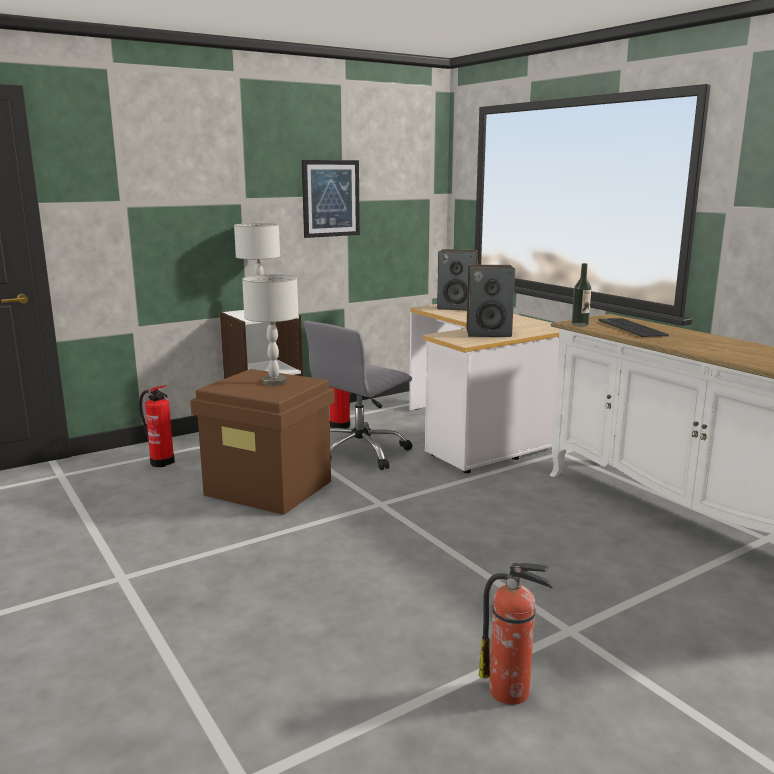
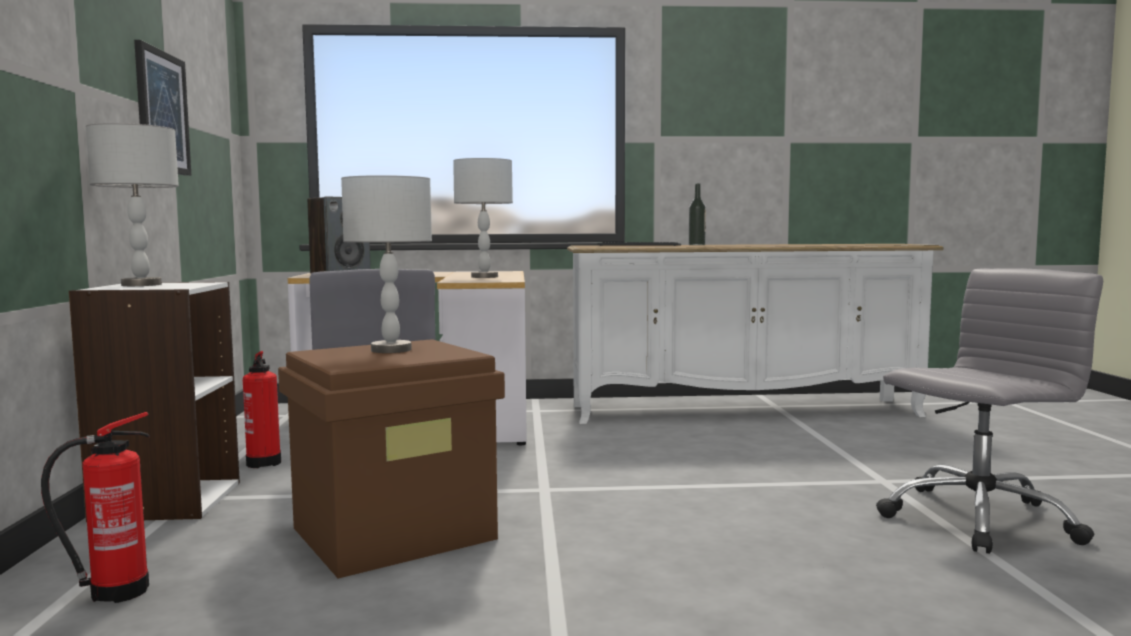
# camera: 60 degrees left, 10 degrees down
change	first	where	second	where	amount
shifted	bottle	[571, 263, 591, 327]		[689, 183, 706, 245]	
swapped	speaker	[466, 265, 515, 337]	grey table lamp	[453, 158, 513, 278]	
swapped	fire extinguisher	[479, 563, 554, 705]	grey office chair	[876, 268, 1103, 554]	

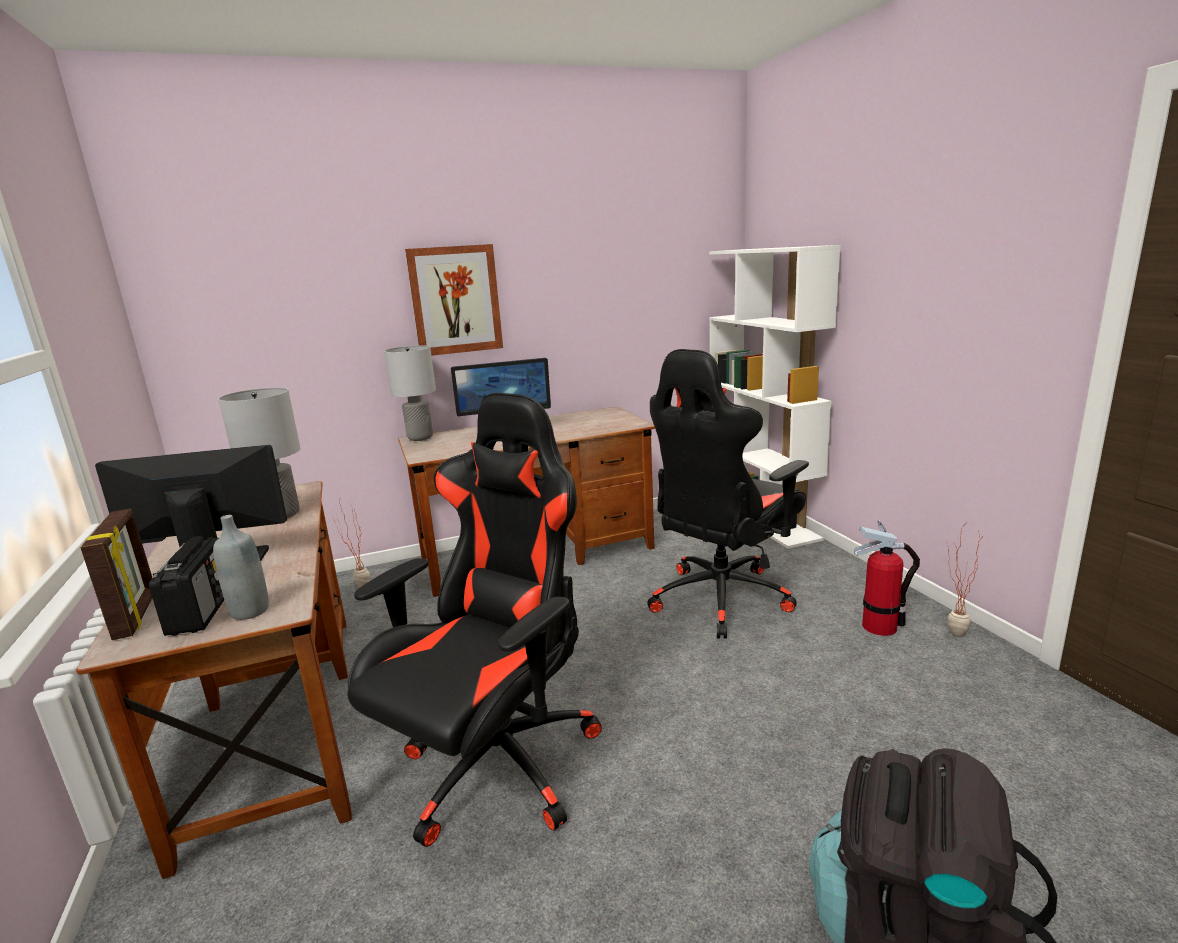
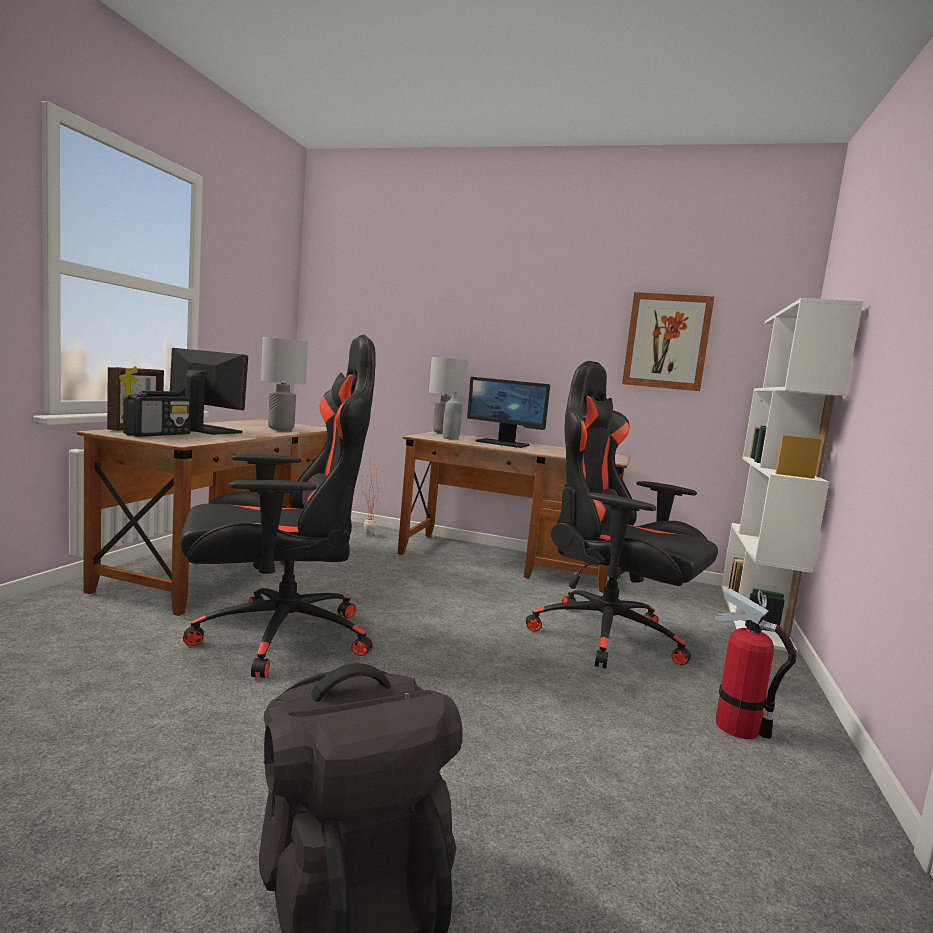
# camera: 35 degrees right, 10 degrees down
change	first	where	second	where	amount
shifted	picture	[405, 244, 503, 356]		[622, 292, 714, 391]	
rotated	black office chair	[647, 349, 809, 639]		[526, 361, 718, 669]	45 degrees clockwise
shifted	grey bottle	[213, 515, 269, 620]		[443, 391, 462, 440]	
gone	potted plant	[946, 527, 980, 637]			

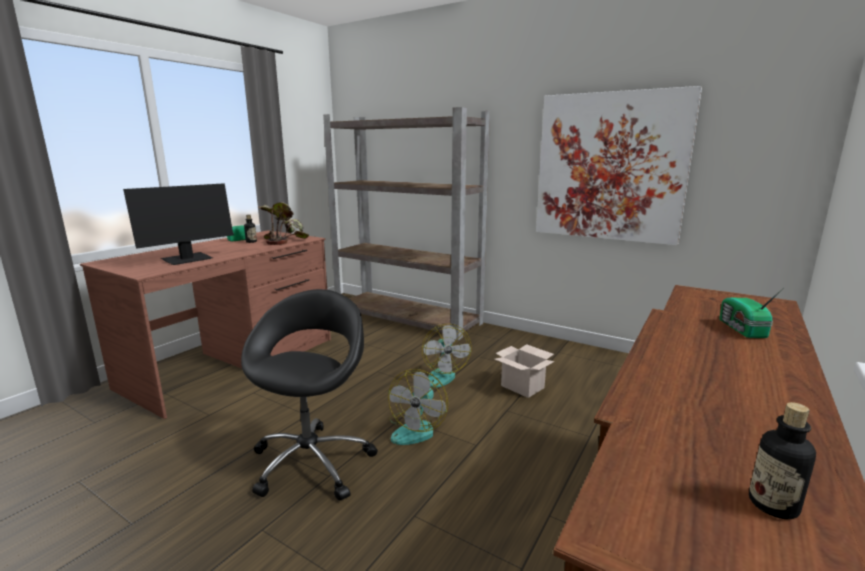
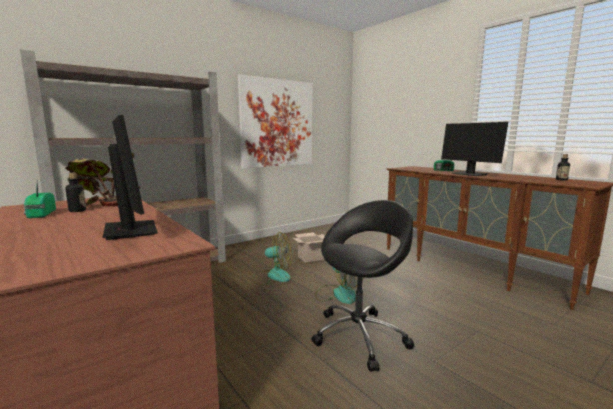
# camera: 70 degrees left, 5 degrees down
change	first	where	second	where	amount
rotated	black office chair	[241, 289, 378, 501]		[311, 200, 414, 371]	105 degrees clockwise
new			monitor	[441, 122, 508, 176]	

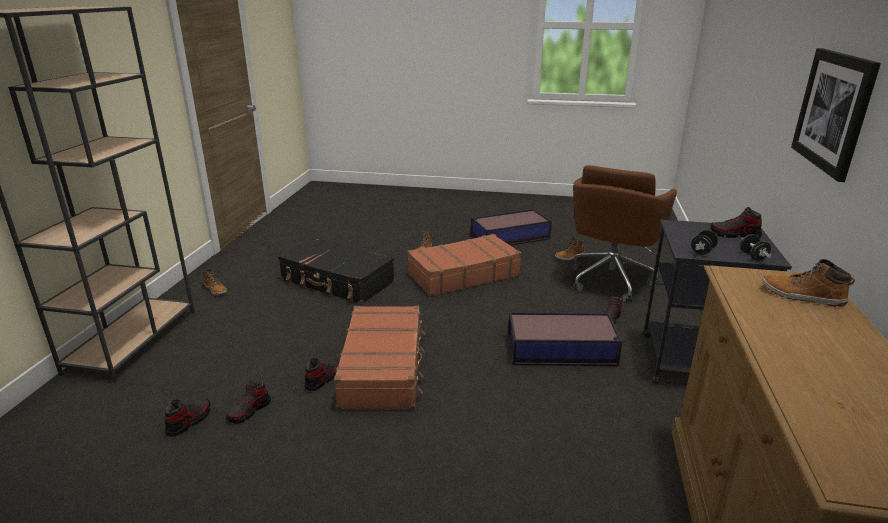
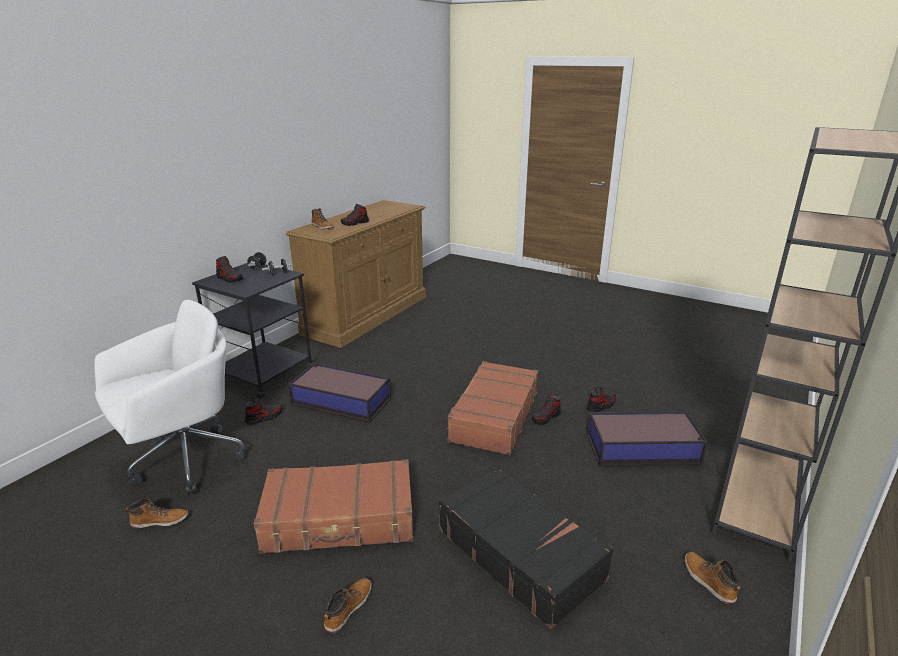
# camera: 160 degrees left, 0 degrees up
change	first	where	second	where	amount
gone	picture	[791, 48, 881, 182]			
repainted	brown office chair	[572, 165, 677, 303]	white office chair	[94, 300, 246, 495]	
shifted	storage box	[471, 209, 552, 246]		[587, 411, 708, 467]	
shifted	shoe	[165, 399, 211, 437]		[341, 204, 369, 226]	

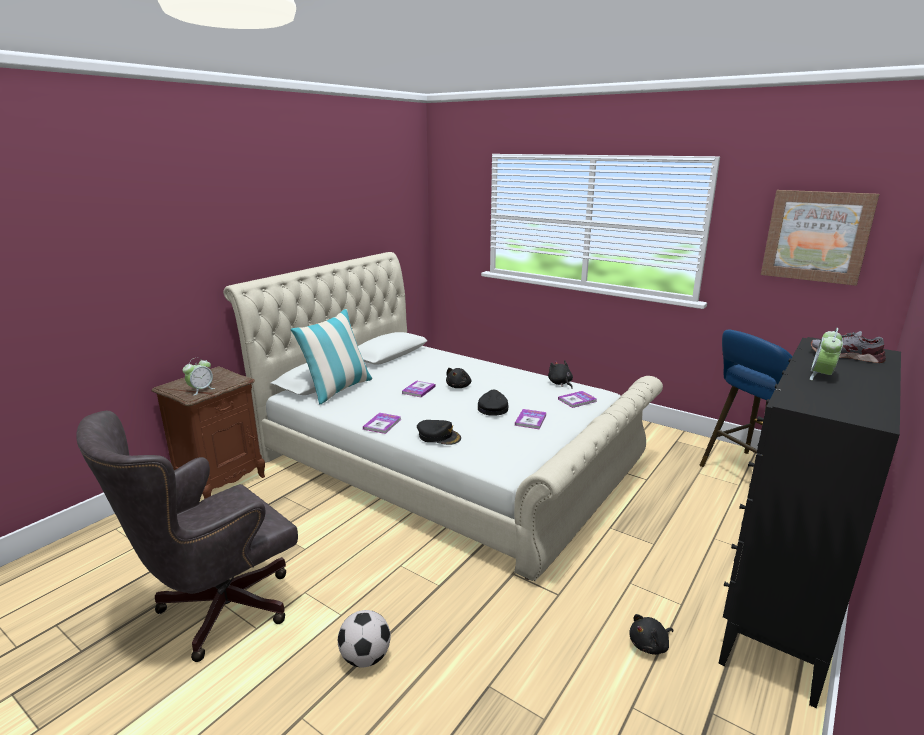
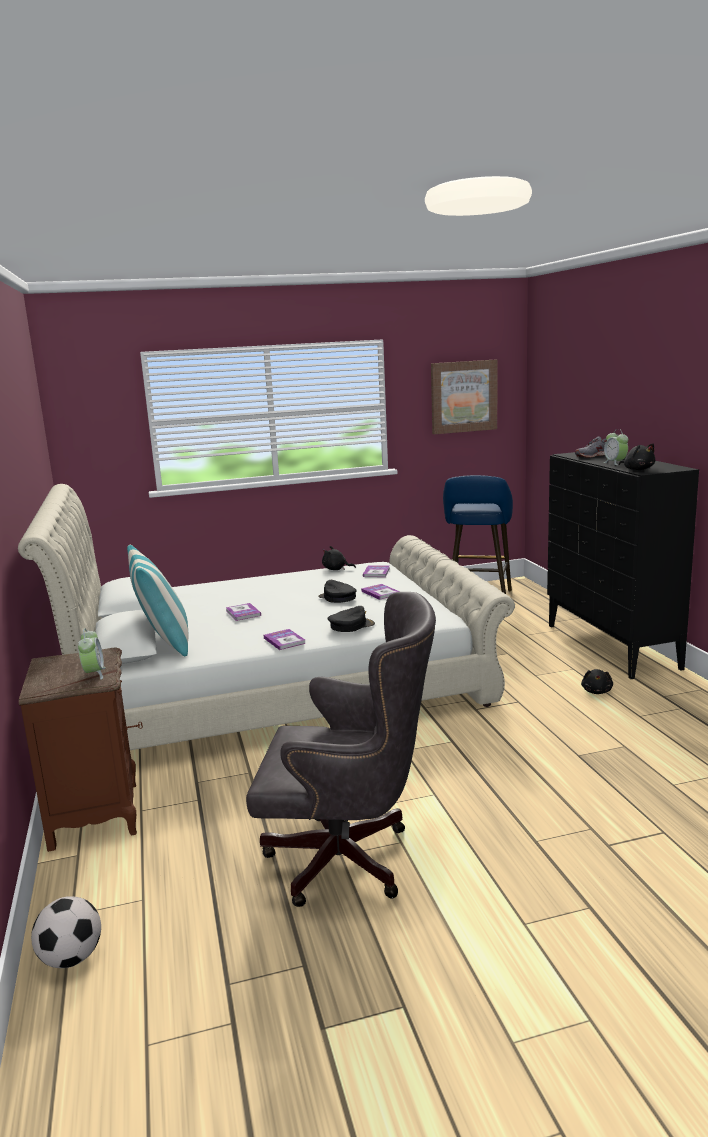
# camera: 50 degrees left, 5 degrees down
change	first	where	second	where	amount
shifted	black plush toy	[446, 368, 471, 388]		[619, 444, 655, 470]	
rotated	grey office chair	[76, 411, 298, 662]		[246, 592, 436, 907]	75 degrees counterclockwise
shifted	football	[338, 610, 391, 667]		[31, 896, 101, 968]	

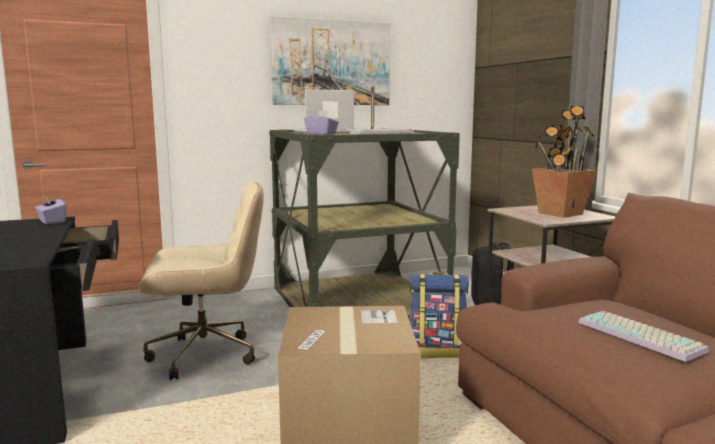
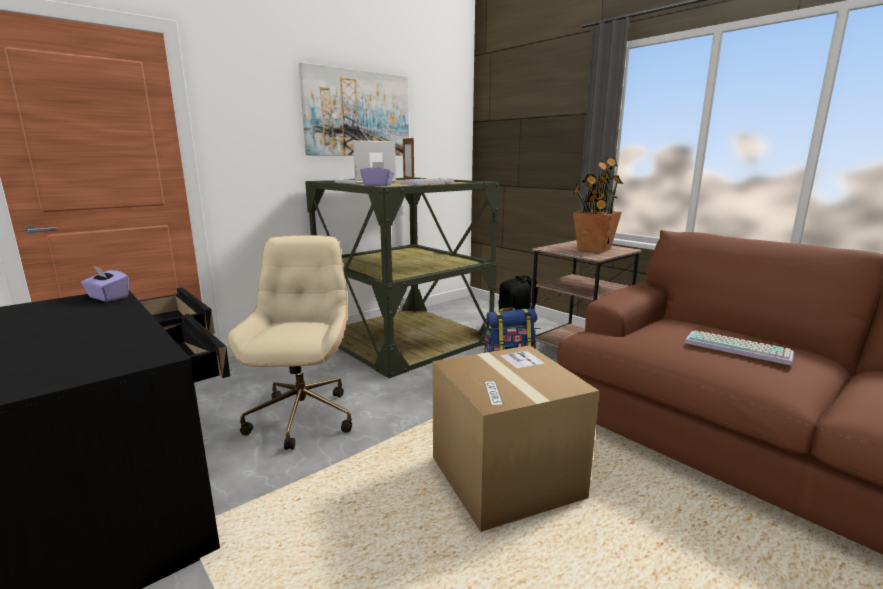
# camera: 20 degrees left, 5 degrees up
change	first	where	second	where	amount
rotated	beige office chair	[139, 182, 264, 380]		[228, 235, 352, 450]	60 degrees counterclockwise

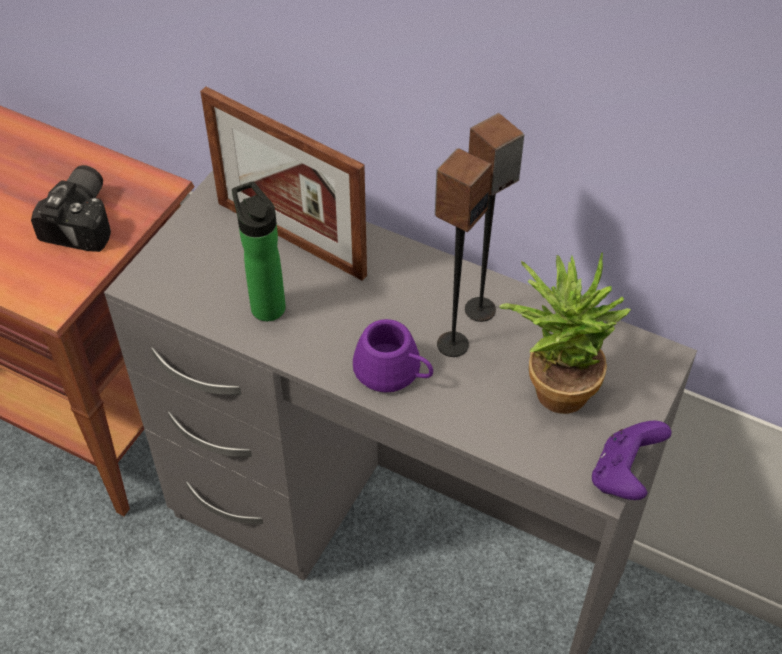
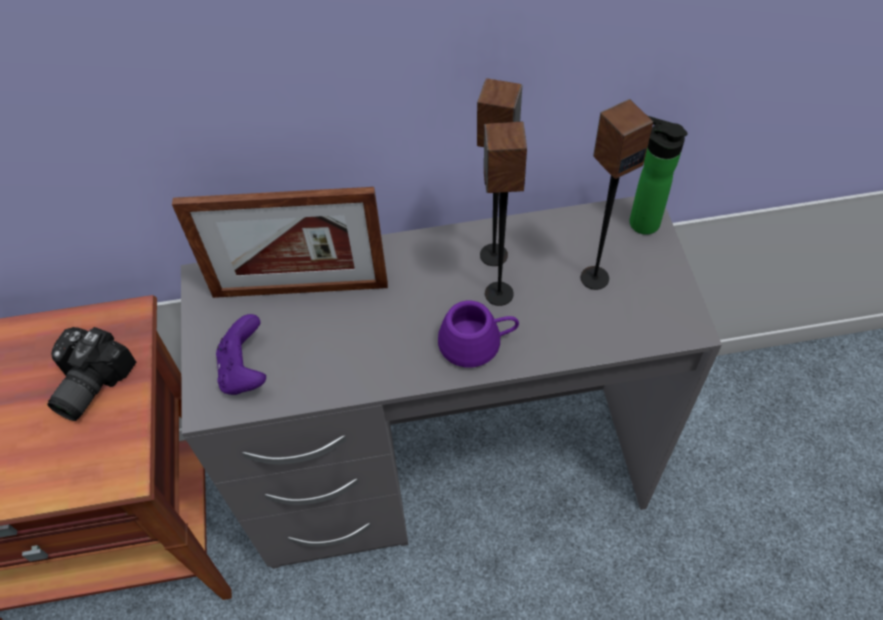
# camera: 35 degrees left, 5 degrees up
change	first	where	second	where	amount
rotated	photo camera	[31, 165, 111, 252]		[47, 327, 136, 421]	135 degrees counterclockwise
shifted	bottle	[232, 182, 286, 321]		[630, 116, 688, 235]	
swapped	potted plant	[499, 252, 631, 414]	speaker	[581, 99, 653, 290]	
shifted	purple game controller	[592, 421, 671, 500]		[216, 314, 266, 395]	

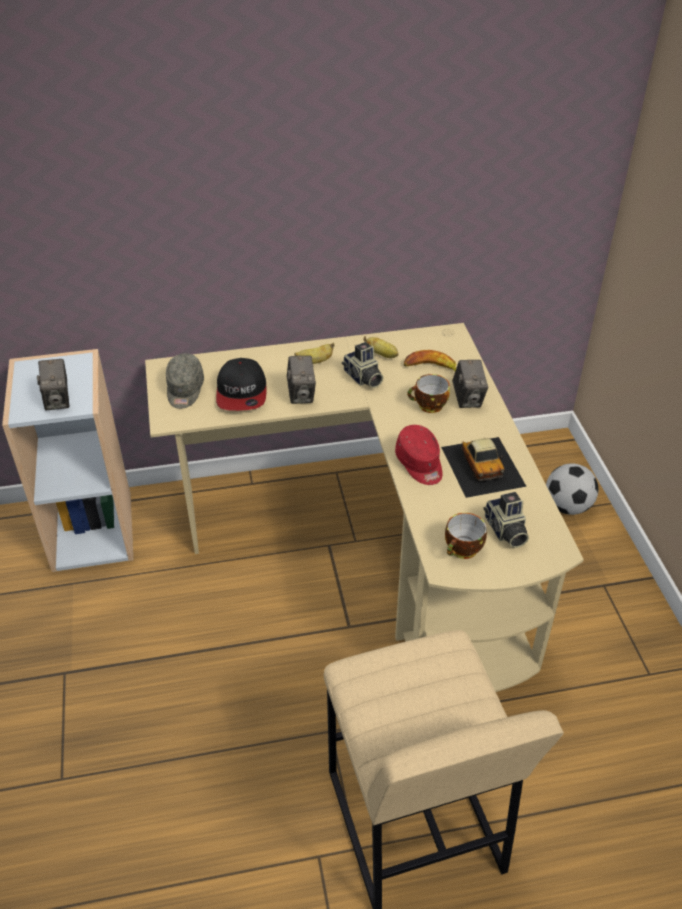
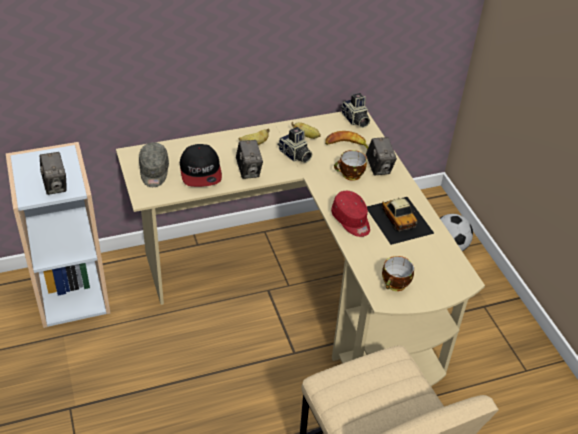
# camera: 10 degrees left, 0 degrees up
change	first	where	second	where	amount
shifted	photo camera	[483, 492, 529, 548]		[341, 93, 370, 128]	

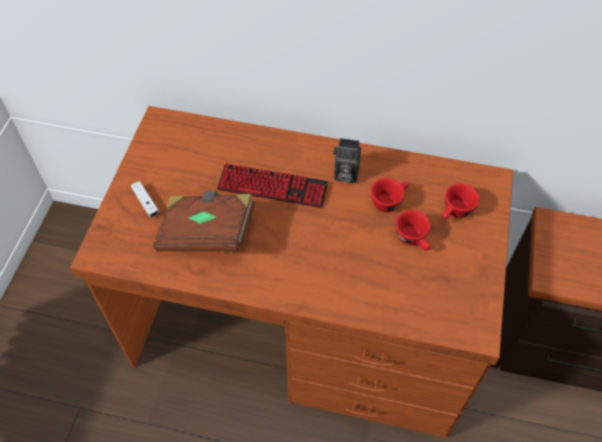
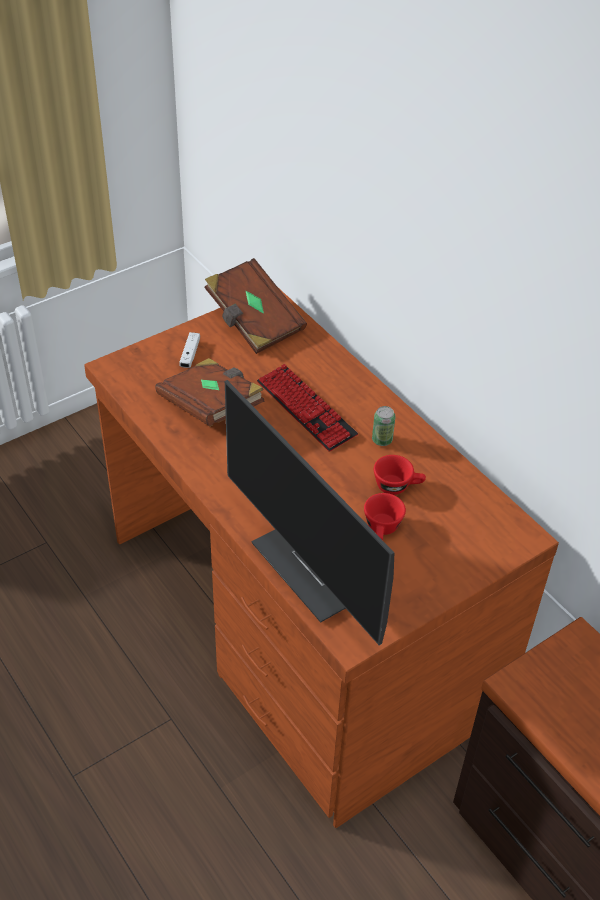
# camera: 40 degrees right, 10 degrees down
change	first	where	second	where	amount
swapped	photo camera	[333, 138, 361, 183]	can	[372, 406, 395, 446]	
gone	red cup	[443, 183, 479, 219]			
new			brown book	[205, 258, 307, 354]	
new			monitor	[225, 380, 394, 646]	

